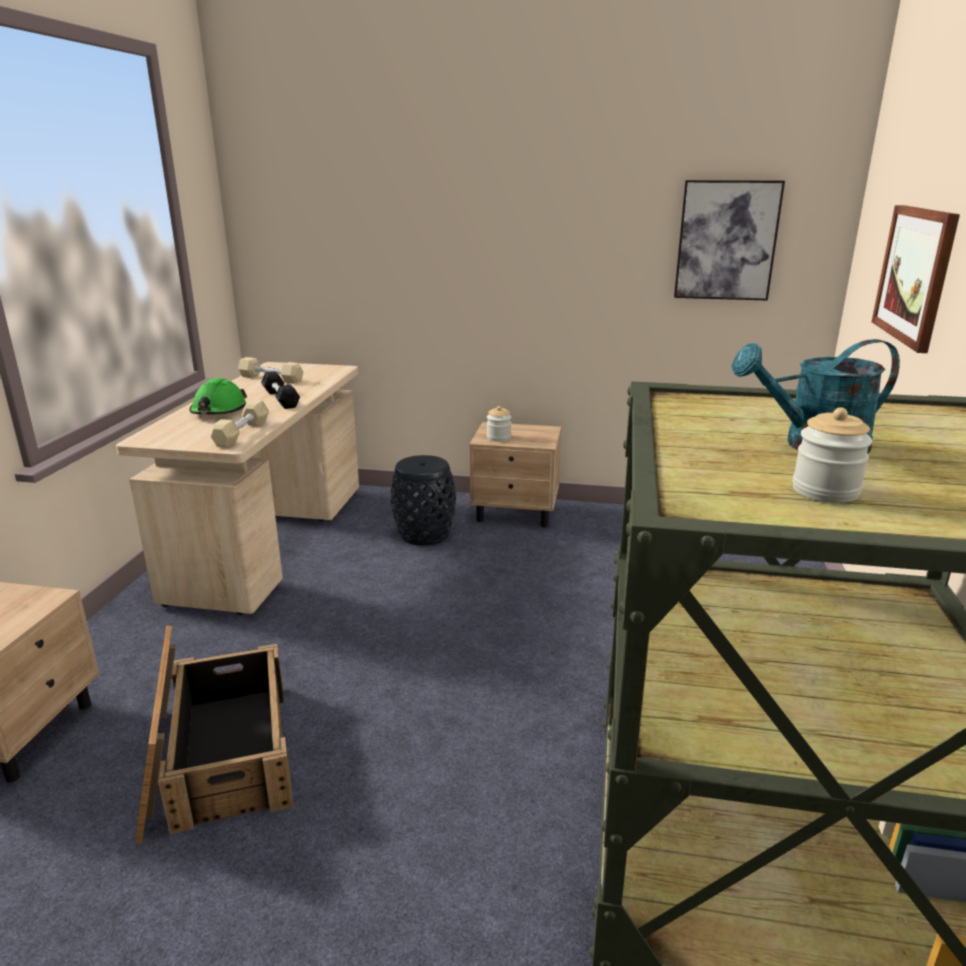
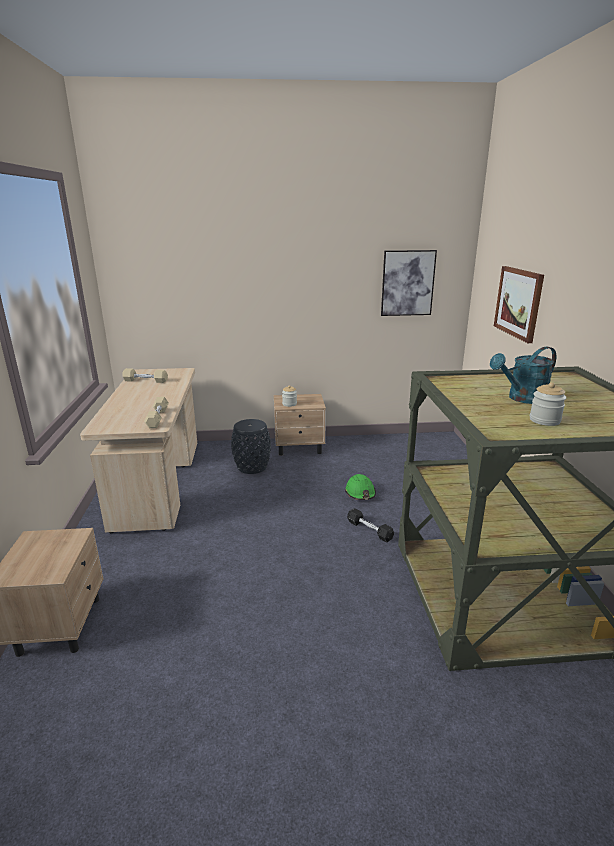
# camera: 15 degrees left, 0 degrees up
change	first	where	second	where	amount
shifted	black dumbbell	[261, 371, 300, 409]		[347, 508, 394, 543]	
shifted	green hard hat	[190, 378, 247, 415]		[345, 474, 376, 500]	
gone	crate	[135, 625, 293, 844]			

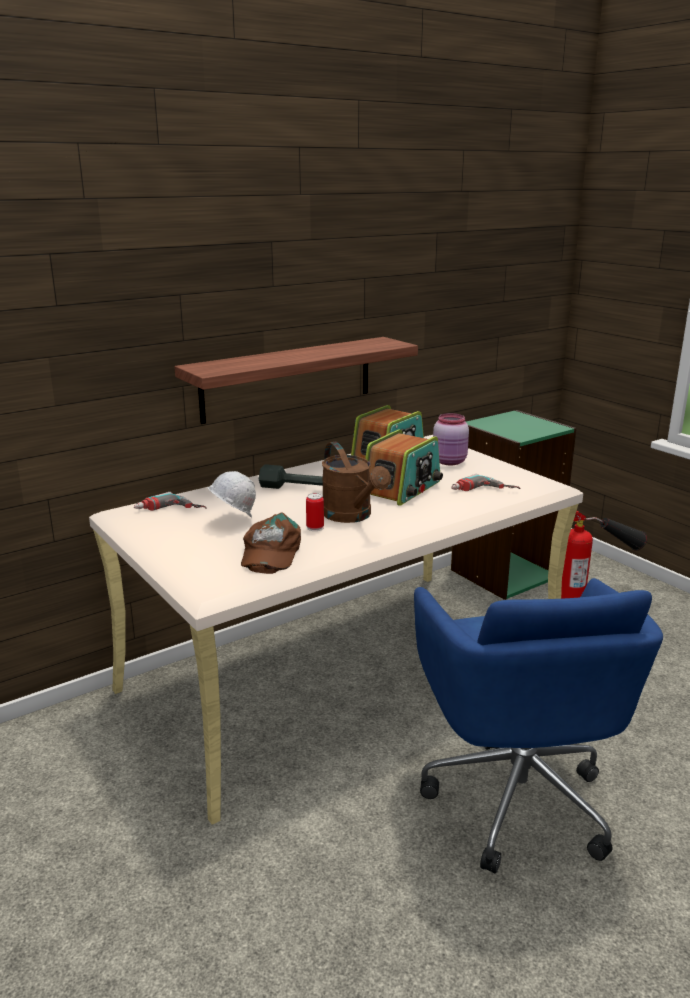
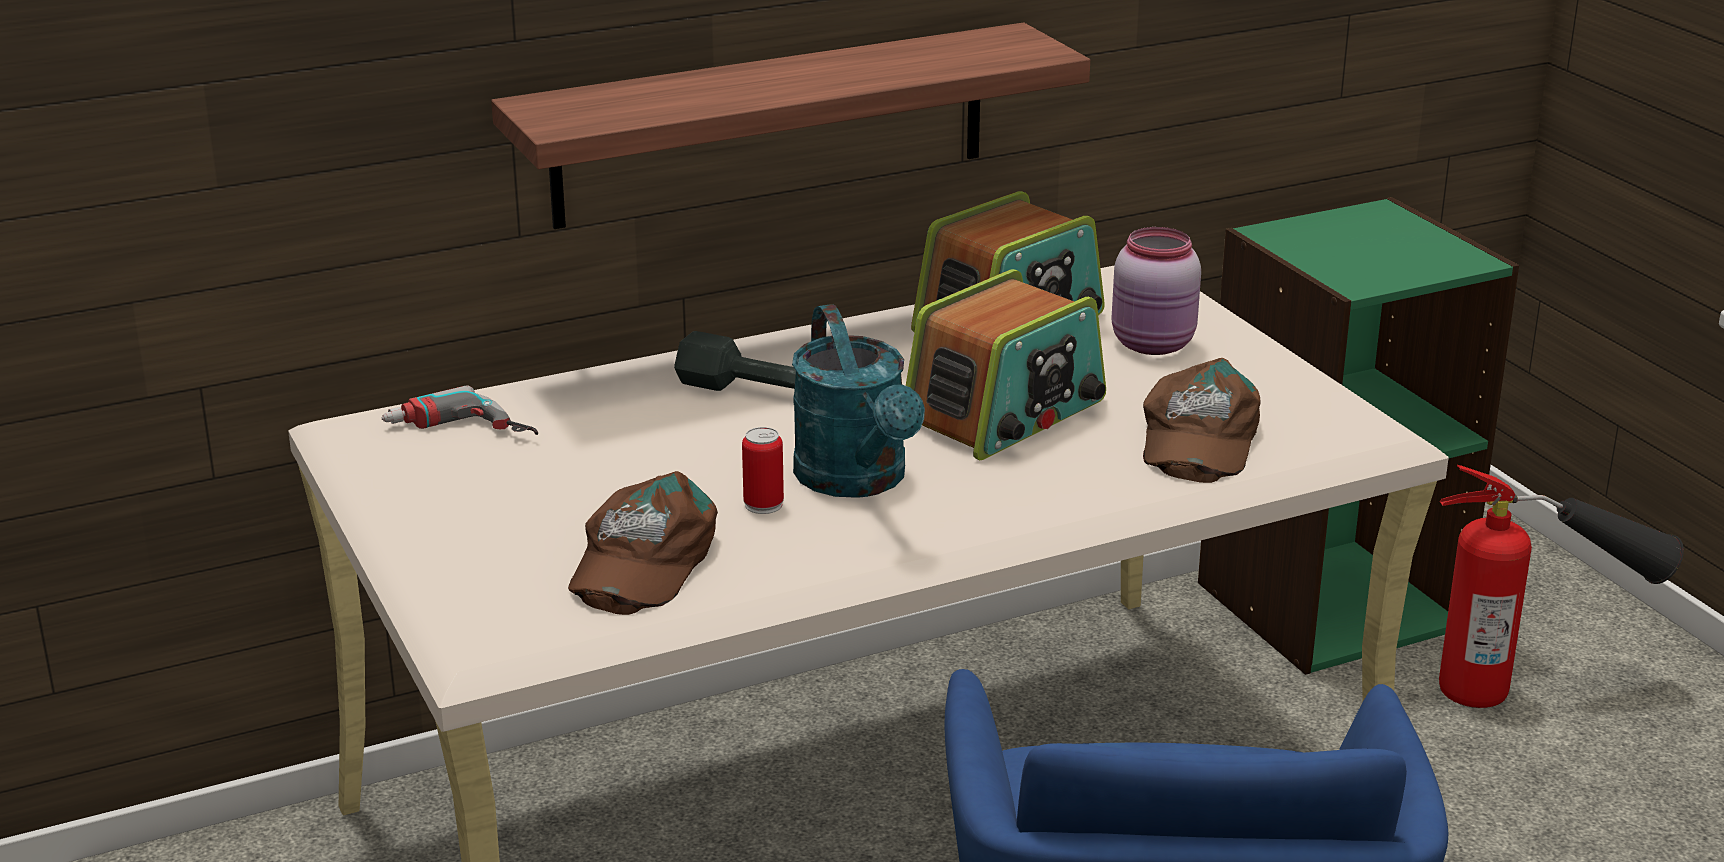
# camera: 10 degrees right, 5 degrees up
change	first	where	second	where	amount
repainted	brown watering can	[322, 442, 391, 523]	turquoise watering can	[792, 304, 925, 498]	
gone	white hard hat	[207, 471, 256, 518]			
swapped	power drill	[451, 474, 520, 491]	brown cap	[1143, 358, 1261, 483]	

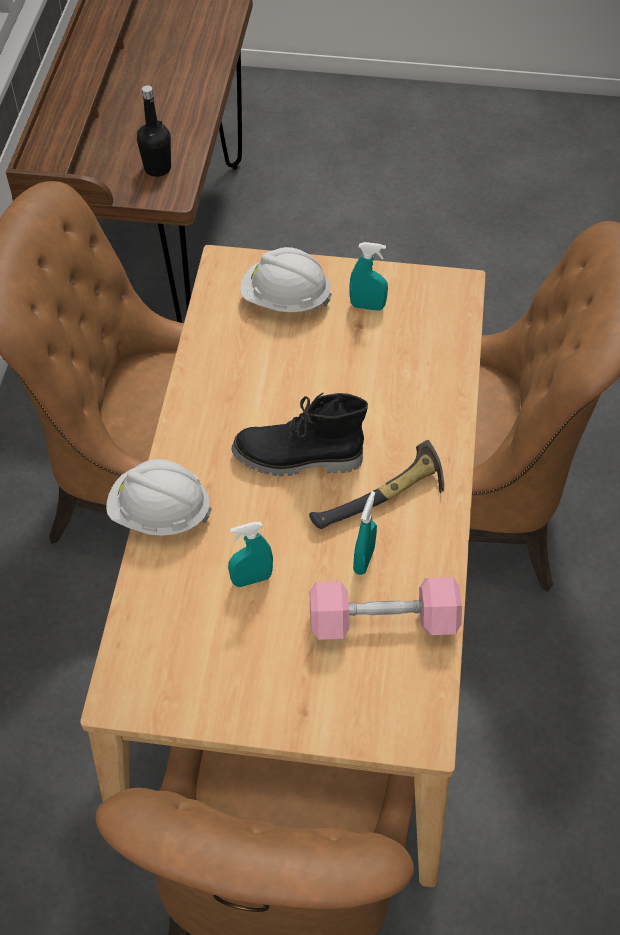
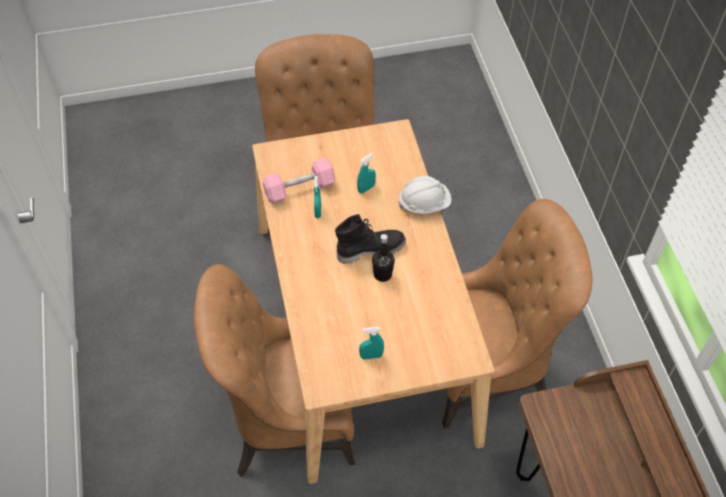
# camera: 160 degrees right, 0 degrees up
change	first	where	second	where	amount
shifted	black bottle	[137, 85, 171, 177]		[372, 234, 395, 282]	
gone	white hard hat	[240, 247, 332, 312]			
gone	hammer	[309, 440, 444, 529]			

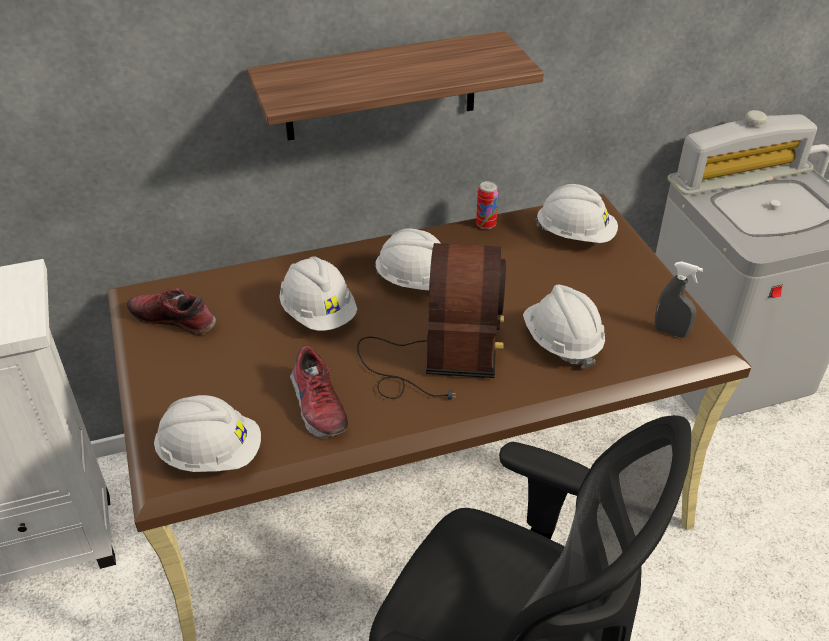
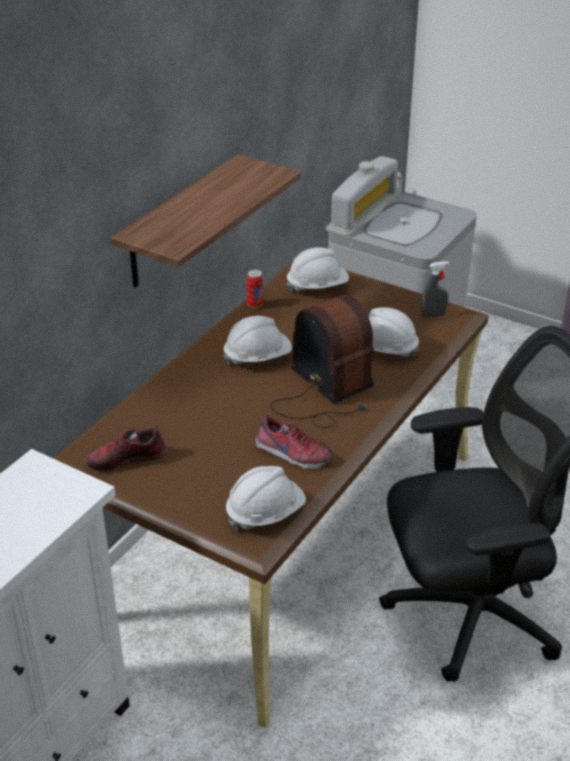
# camera: 40 degrees left, 5 degrees down
change	first	where	second	where	amount
gone	white hard hat	[279, 256, 357, 331]			

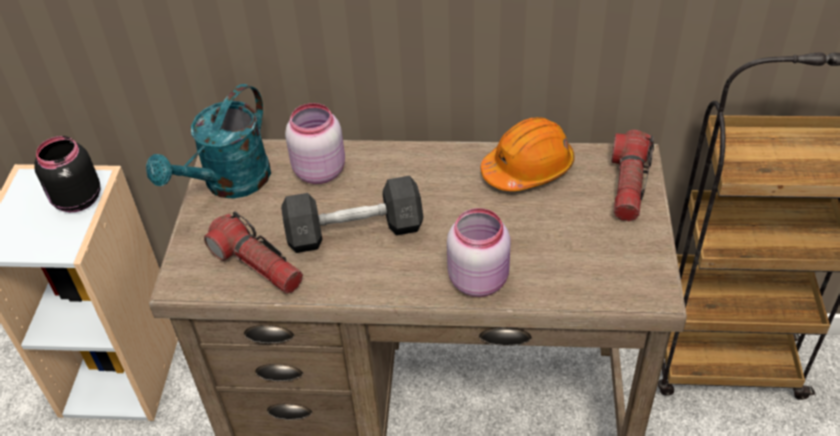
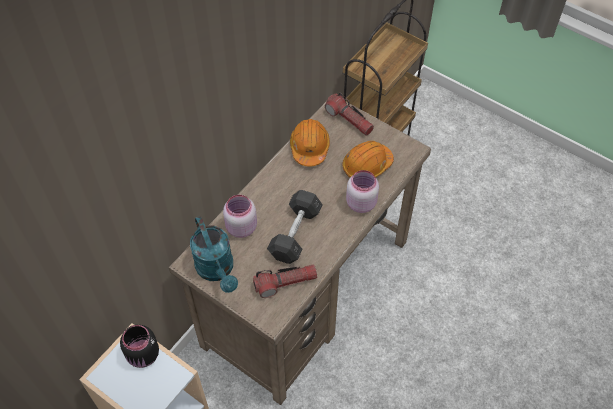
# camera: 60 degrees left, 10 degrees up
change	first	where	second	where	amount
new			orange hard hat	[342, 141, 394, 177]	

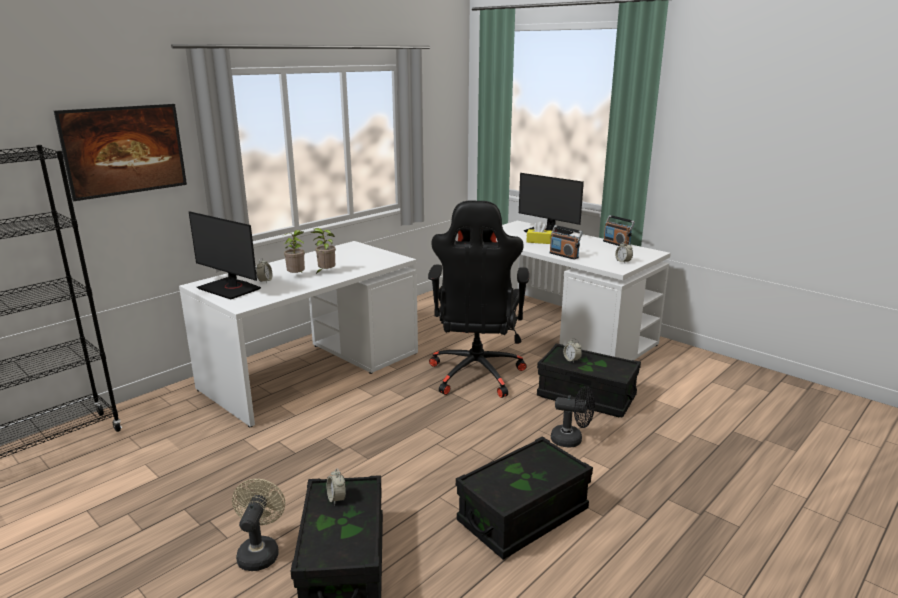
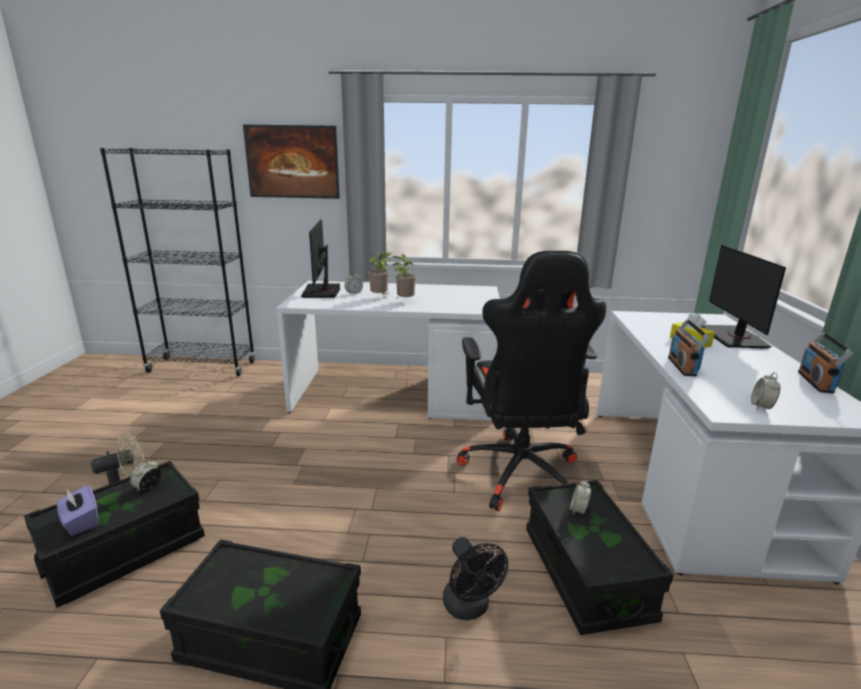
# camera: 50 degrees right, 0 degrees up
change	first	where	second	where	amount
rotated	black office chair	[428, 200, 529, 398]		[457, 251, 606, 511]	60 degrees counterclockwise
new			purple tissue box	[57, 485, 99, 536]	

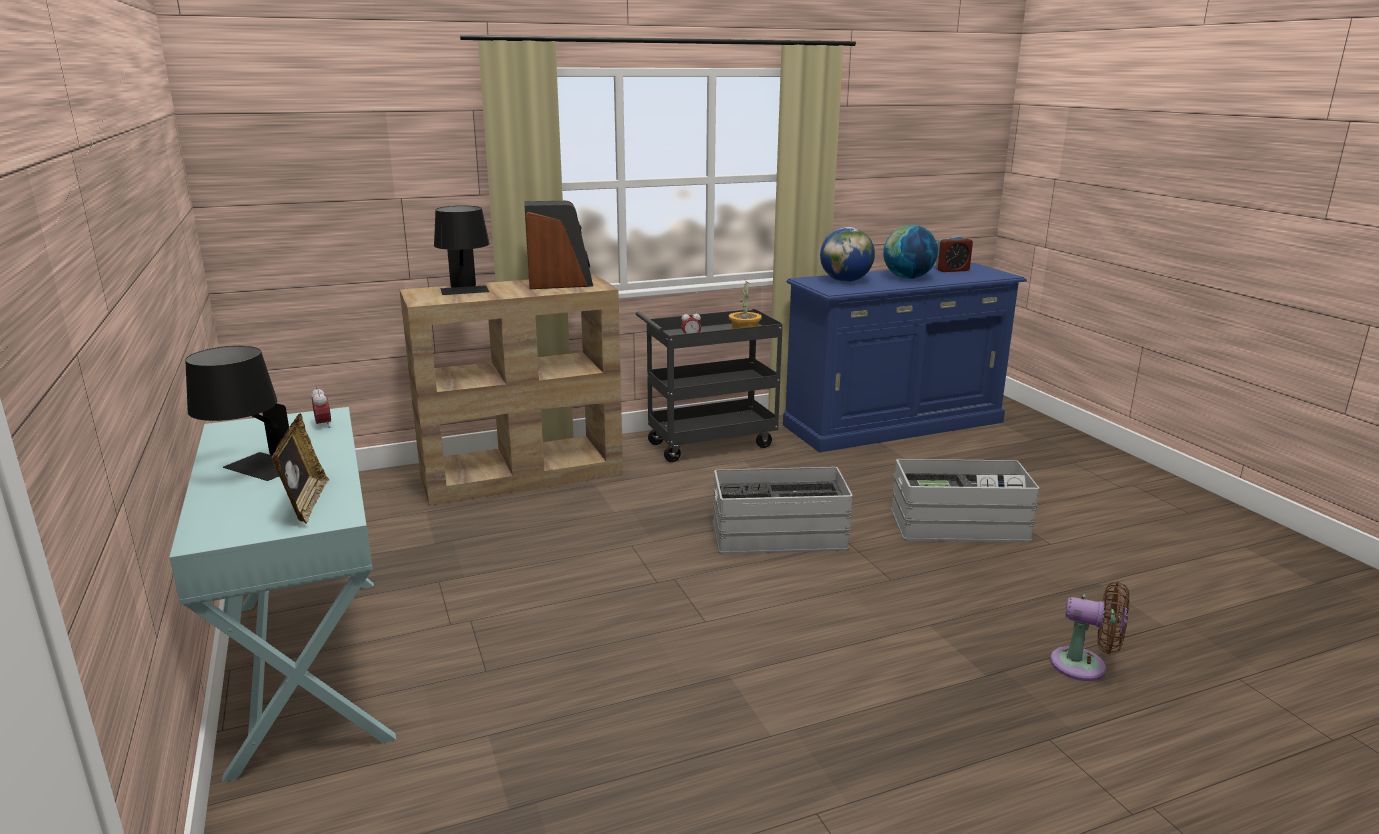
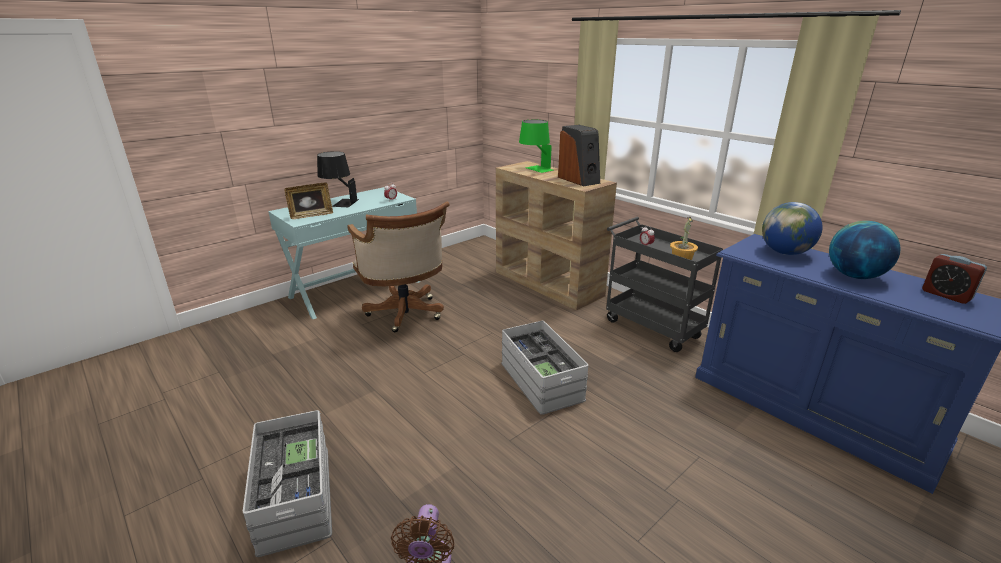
# camera: 70 degrees right, 5 degrees up
change	first	where	second	where	amount
repainted	black table lamp	[434, 206, 490, 295]	green table lamp	[519, 120, 553, 173]	
shifted	grey storage box	[891, 459, 1039, 542]		[243, 410, 332, 557]	
new			office chair	[347, 202, 450, 332]	

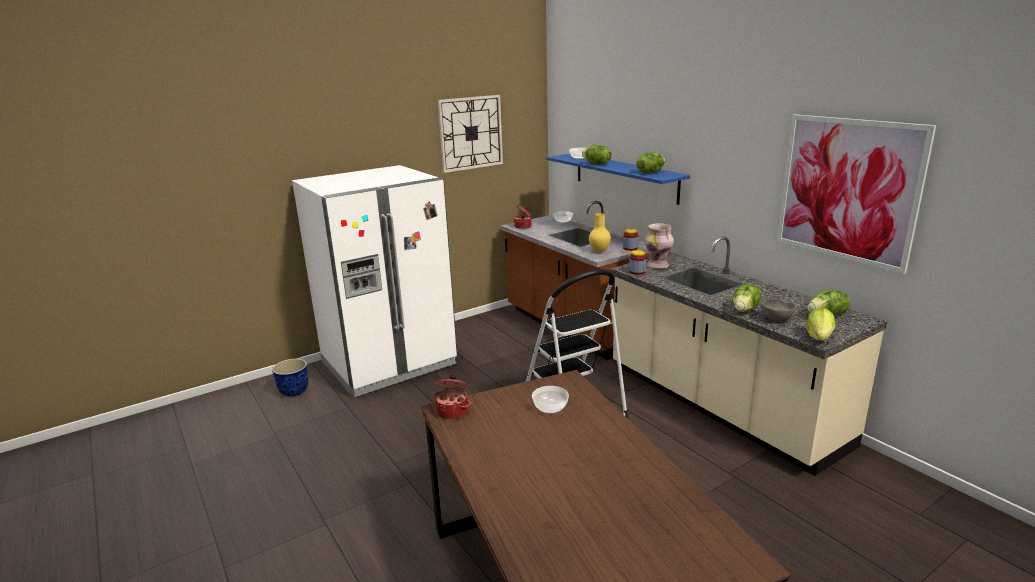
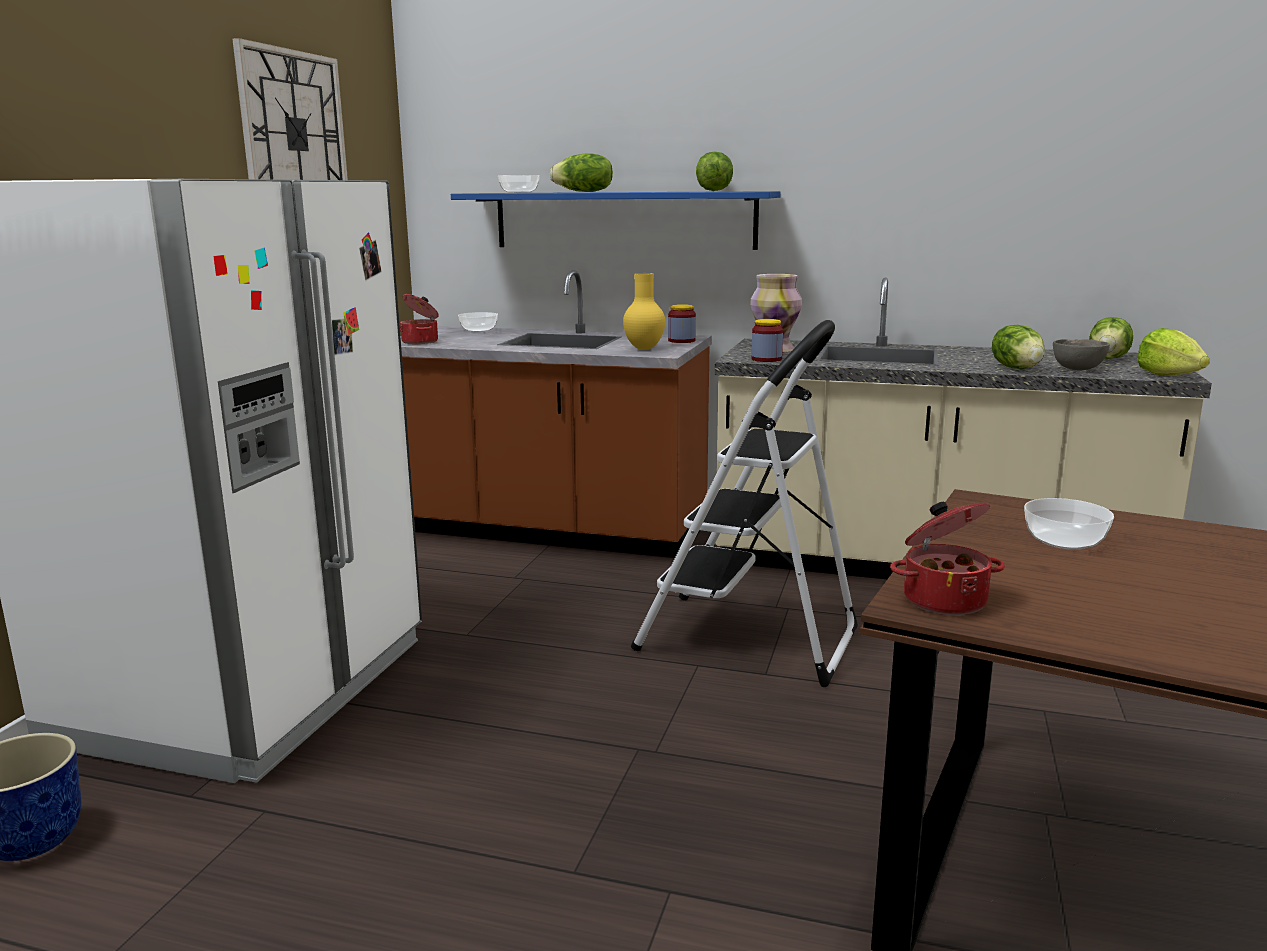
# camera: 40 degrees left, 5 degrees down
change	first	where	second	where	amount
gone	picture	[777, 114, 937, 274]			

